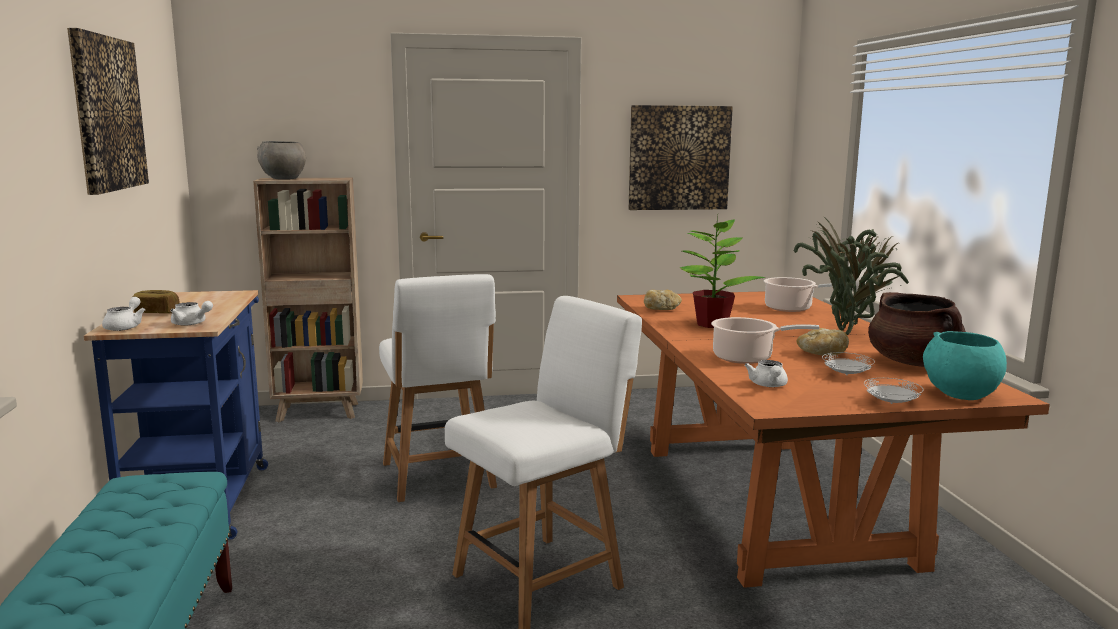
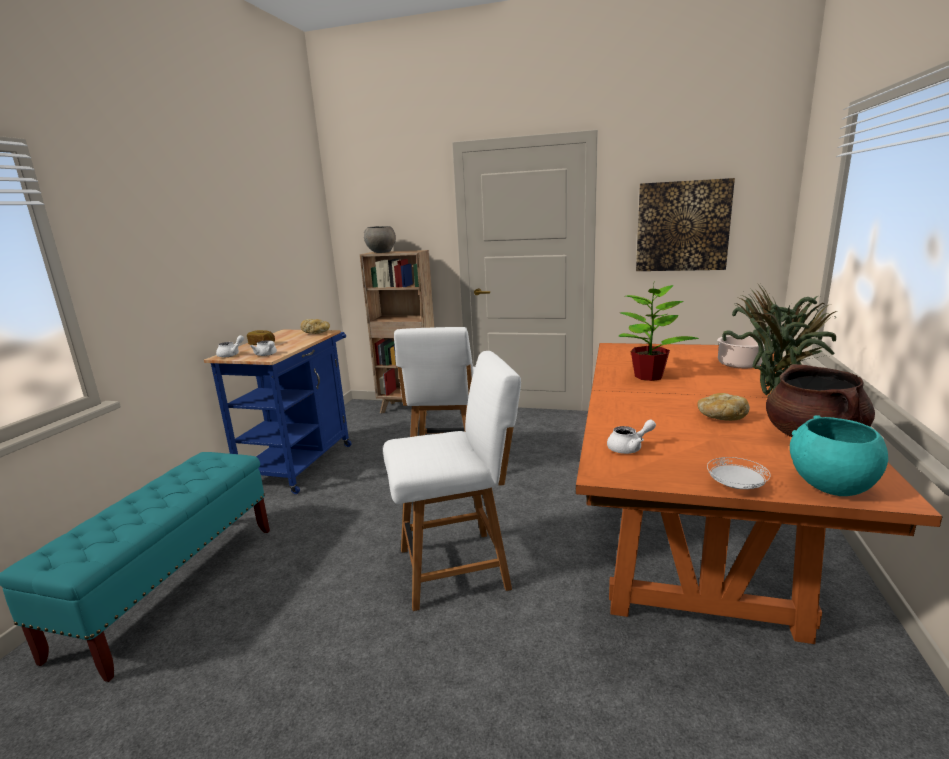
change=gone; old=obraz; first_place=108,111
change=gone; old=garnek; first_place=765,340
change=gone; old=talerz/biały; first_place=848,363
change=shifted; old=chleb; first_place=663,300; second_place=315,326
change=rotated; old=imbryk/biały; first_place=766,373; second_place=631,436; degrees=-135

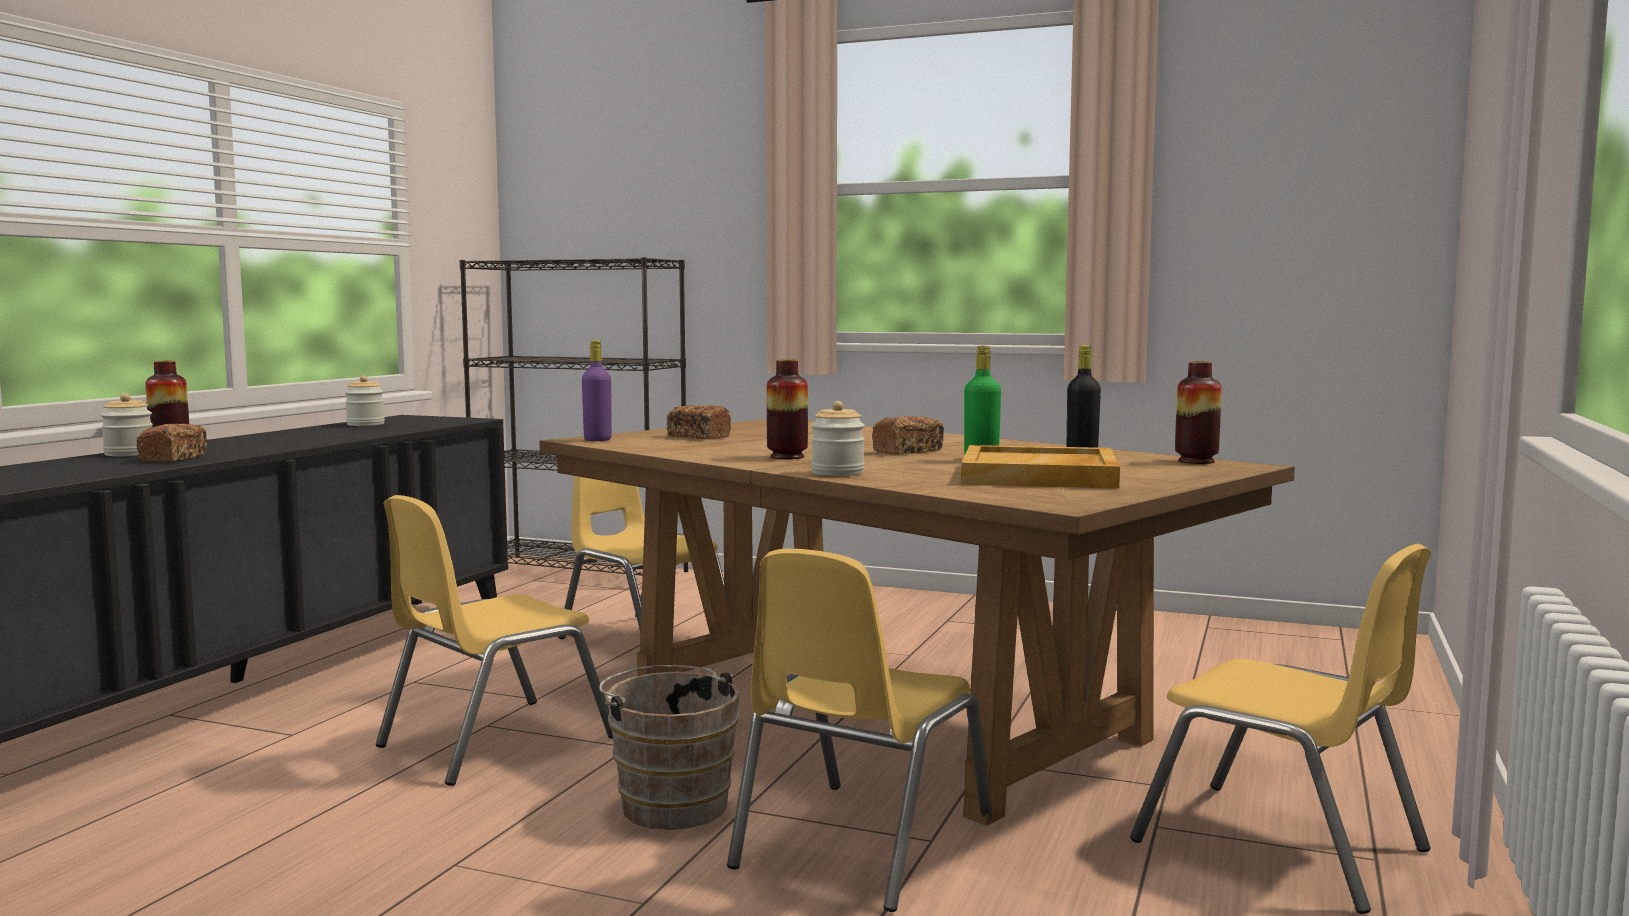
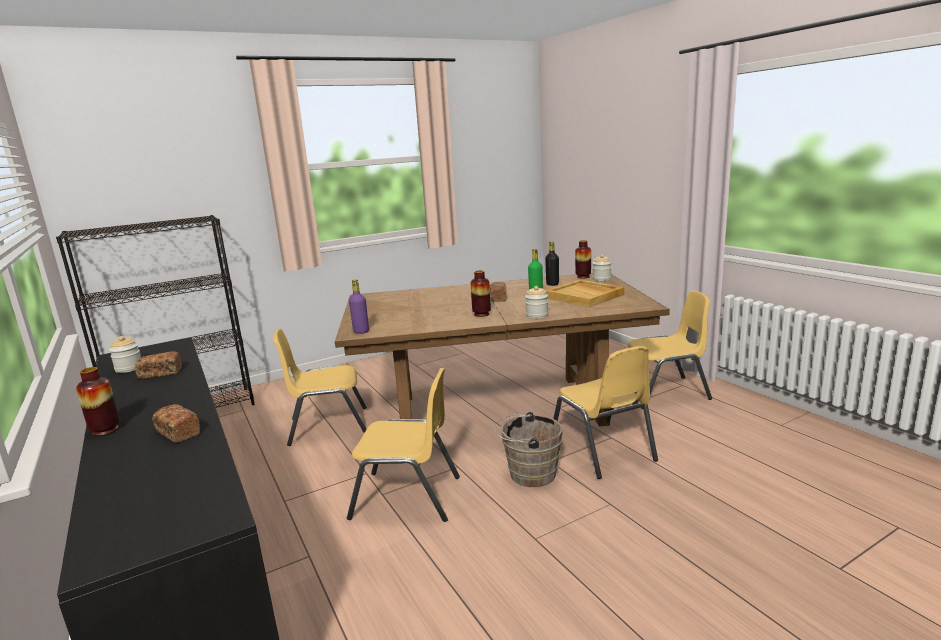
change=shifted; old=słoik; first_place=127,424; second_place=602,267
change=shifted; old=chleb; first_place=699,422; second_place=158,365
change=rotated; old=krzesło/żółty; first_place=494,640; second_place=403,445; degrees=-75

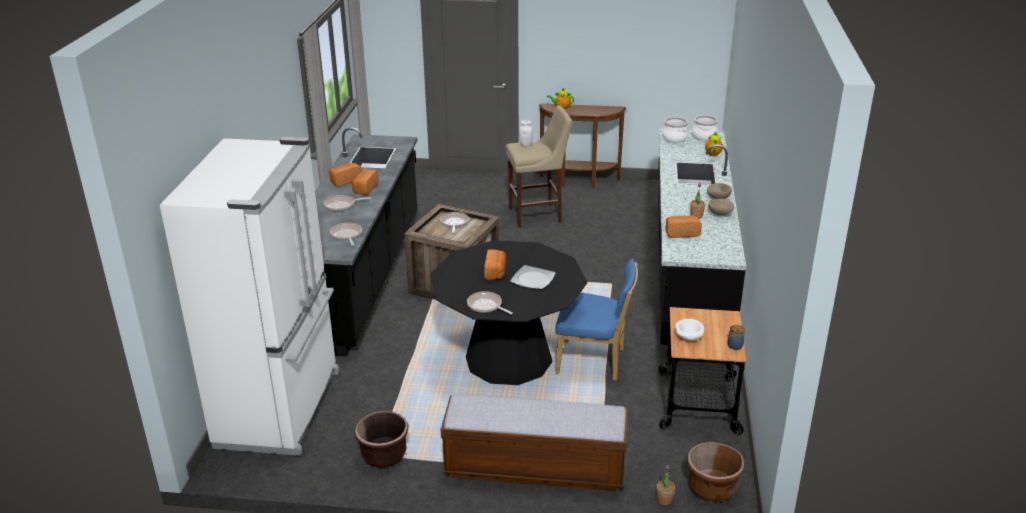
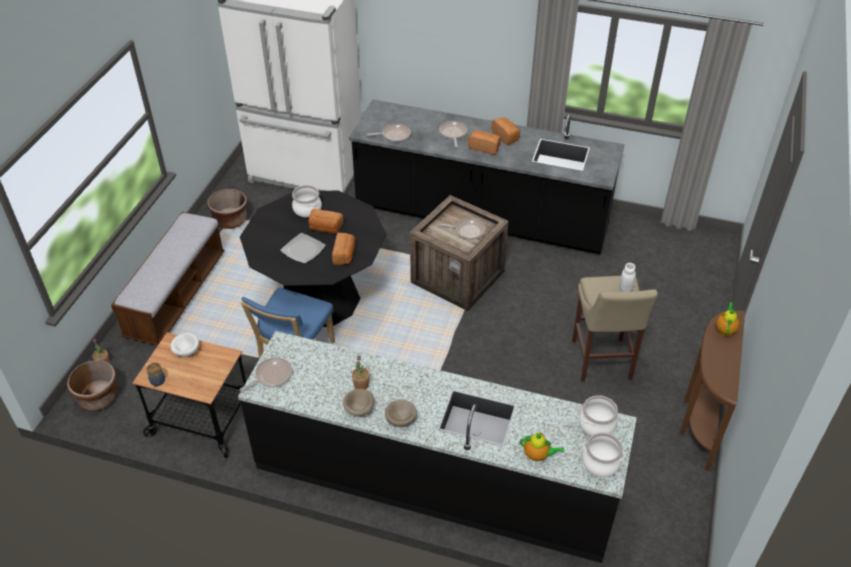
change=new; new=garnek; second_place=307,201
change=shifted; old=patelnia; first_place=490,302; second_place=266,374
change=shifted; old=chleb; first_place=684,226; second_place=343,248

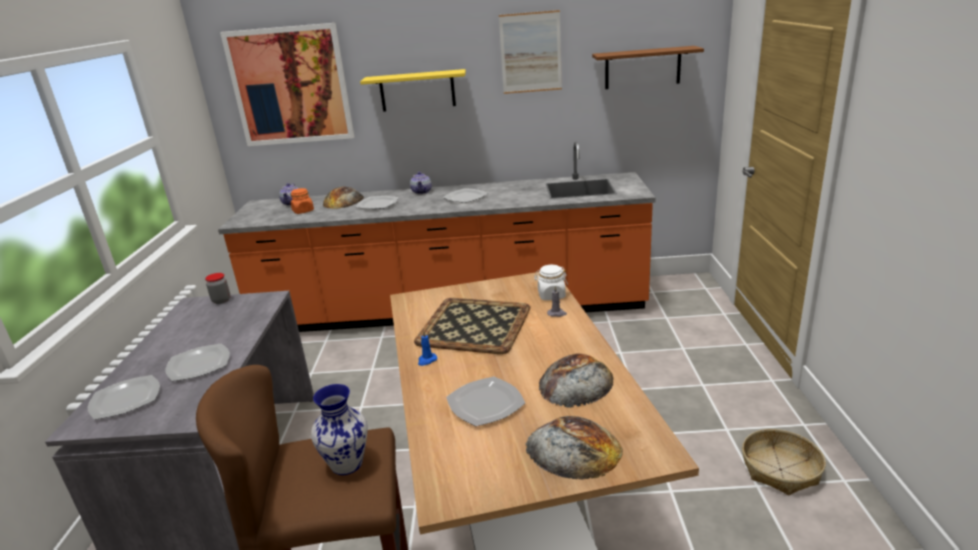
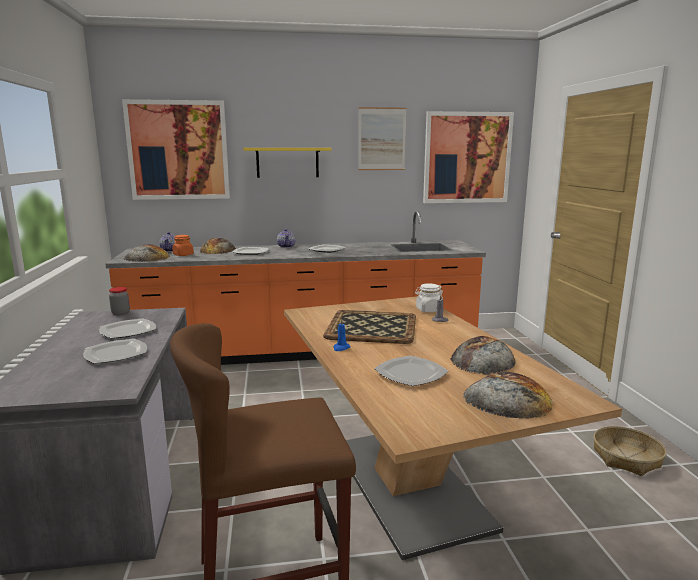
change=gone; old=wazon; first_place=339,429
change=new; new=chleb; second_place=147,253
change=shifted; old=talerz; first_place=124,397; second_place=127,328
change=swapped; old=półka/brązowy; new=obraz; first_place=648,67; second_place=468,157

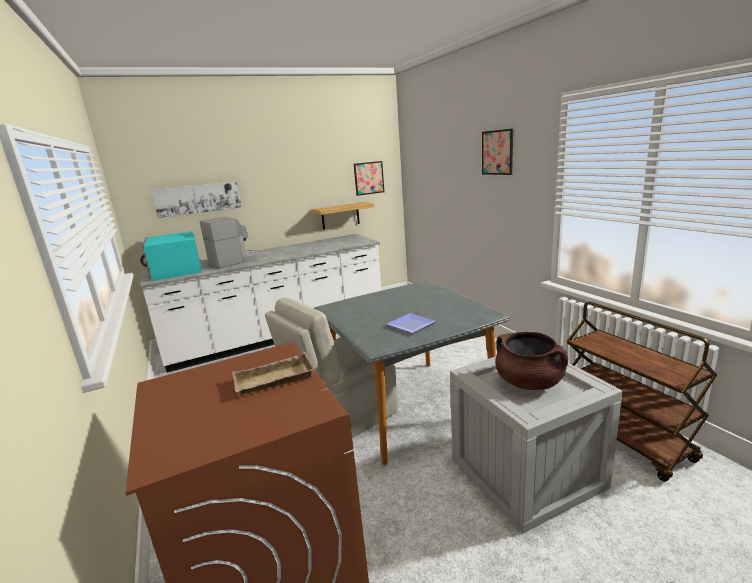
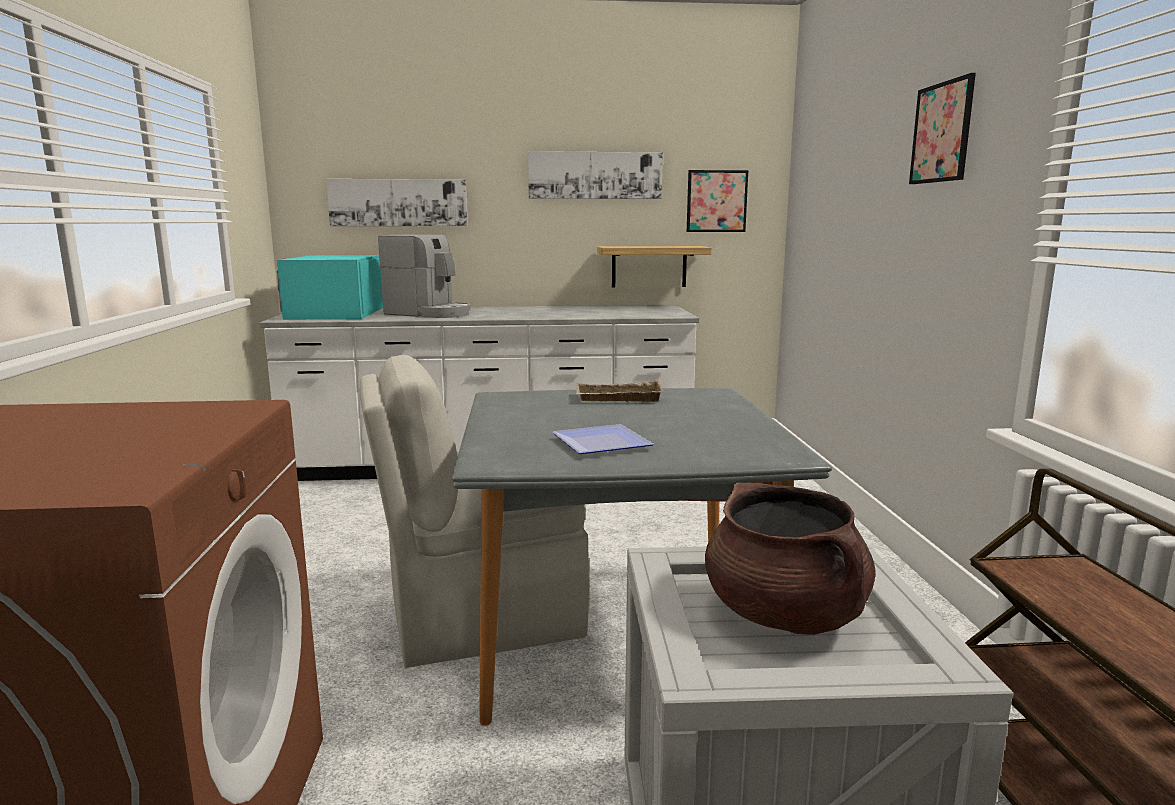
change=new; new=obraz; second_place=595,175
change=shifted; old=taca/beżowy; first_place=273,373; second_place=619,391
change=rotated; old=ekspres do kawy; first_place=229,242; second_place=424,276; degrees=45

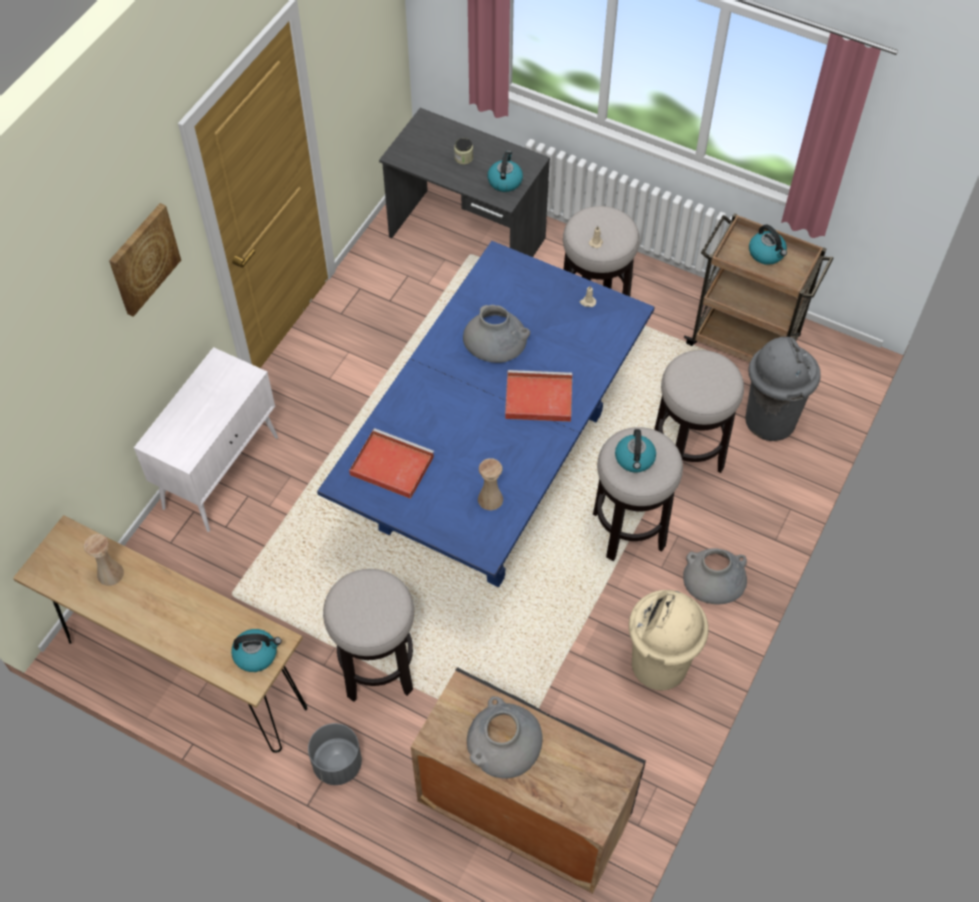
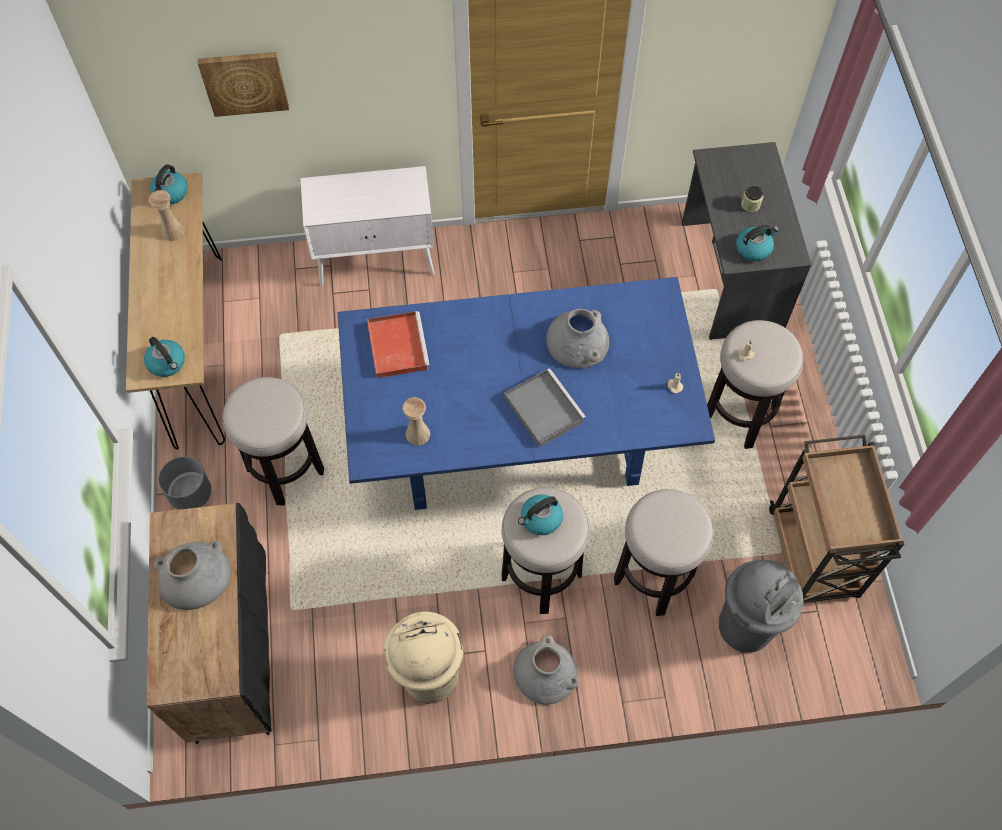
change=shifted; old=obraz; first_place=145,260; second_place=243,84
change=shifted; old=czajnik; first_place=768,245; second_place=169,185
change=repainted; old=taca/czerwony; new=taca/szary; first_place=538,396; second_place=545,407

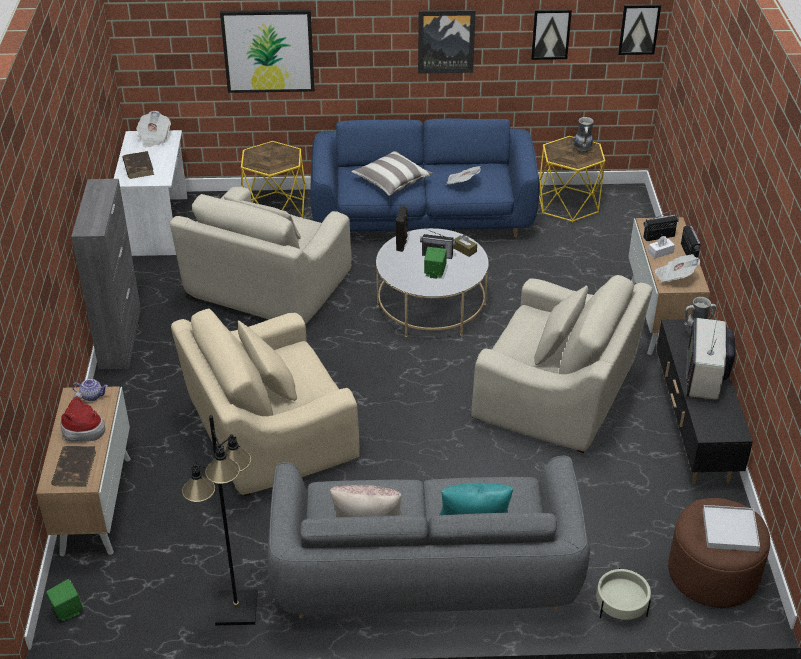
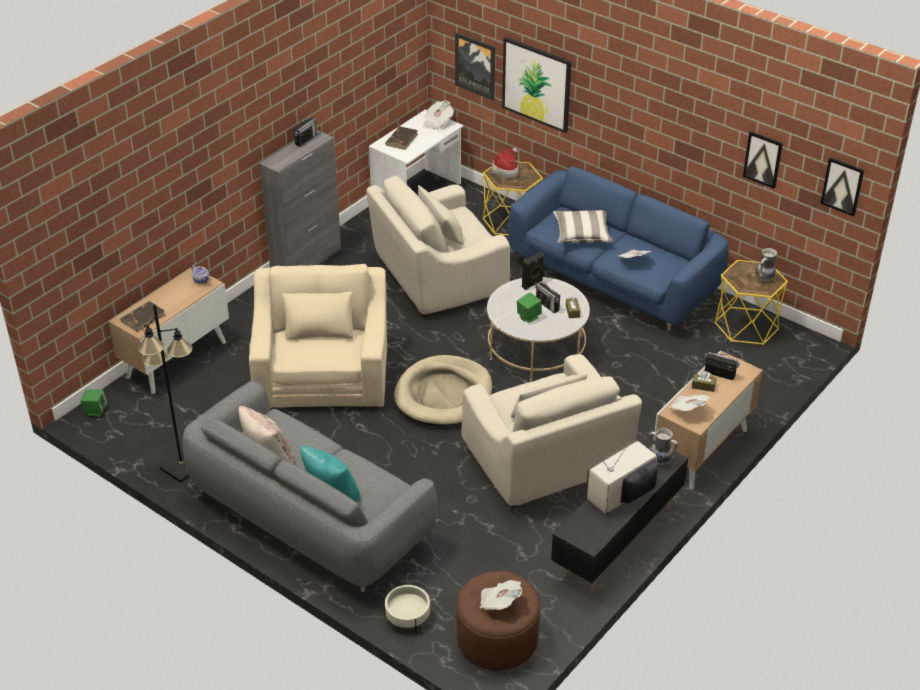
change=new; new=legowisko/beżowy; second_place=443,390
change=shifted; old=kapelusz; first_place=82,417; second_place=505,163
change=shifted; old=obraz; first_place=447,42; second_place=475,66
change=shifted; old=radio; first_place=691,241; second_place=305,132
change=swapped; old=taca/biały; new=gazeta; first_place=731,528; second_place=501,595
change=repainted; old=pudełko chusteczek/biały; new=pudełko chusteczek/brązowy; first_place=661,247; second_place=704,381
change=rotated; old=fotel/beżowy; first_place=265,402; second_place=318,336; degrees=75

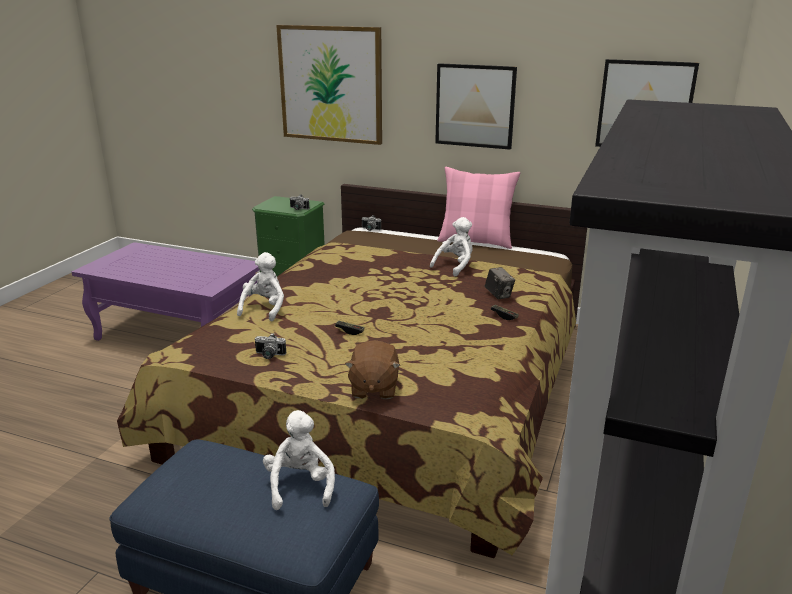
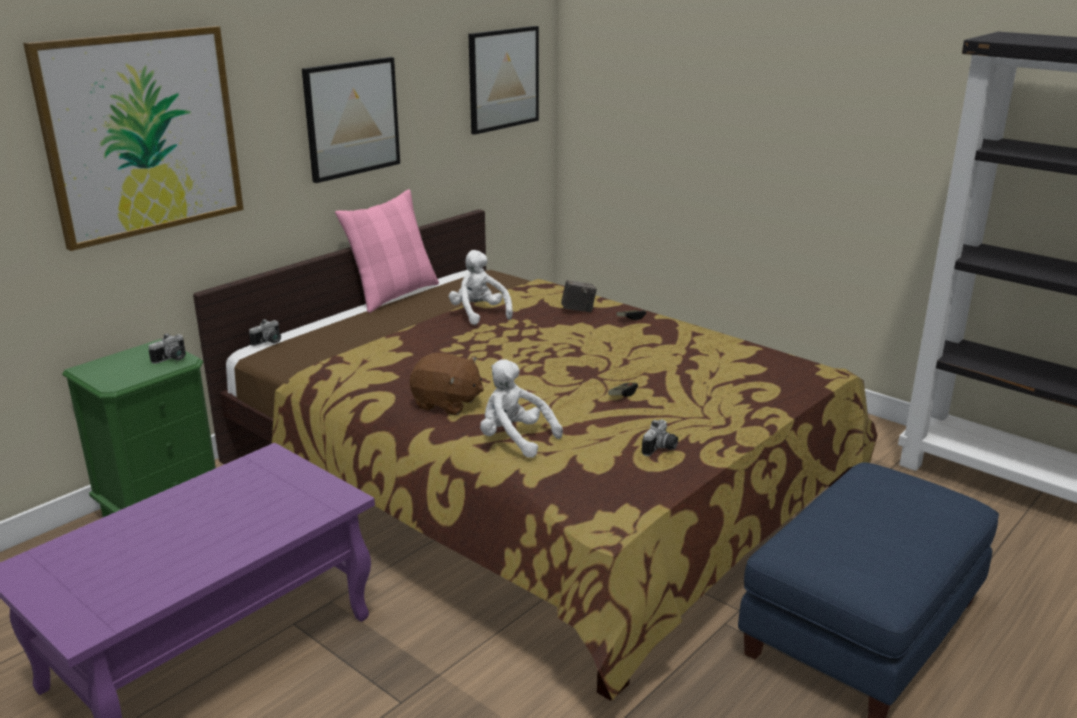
change=gone; old=pluszak/biały; first_place=299,460
change=shifted; old=pluszak/brązowy; first_place=373,369; second_place=447,384

